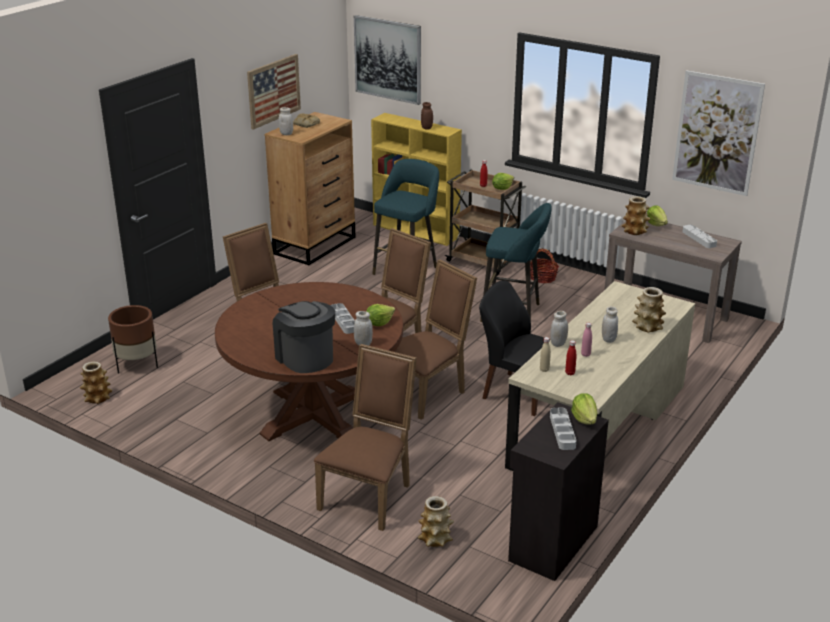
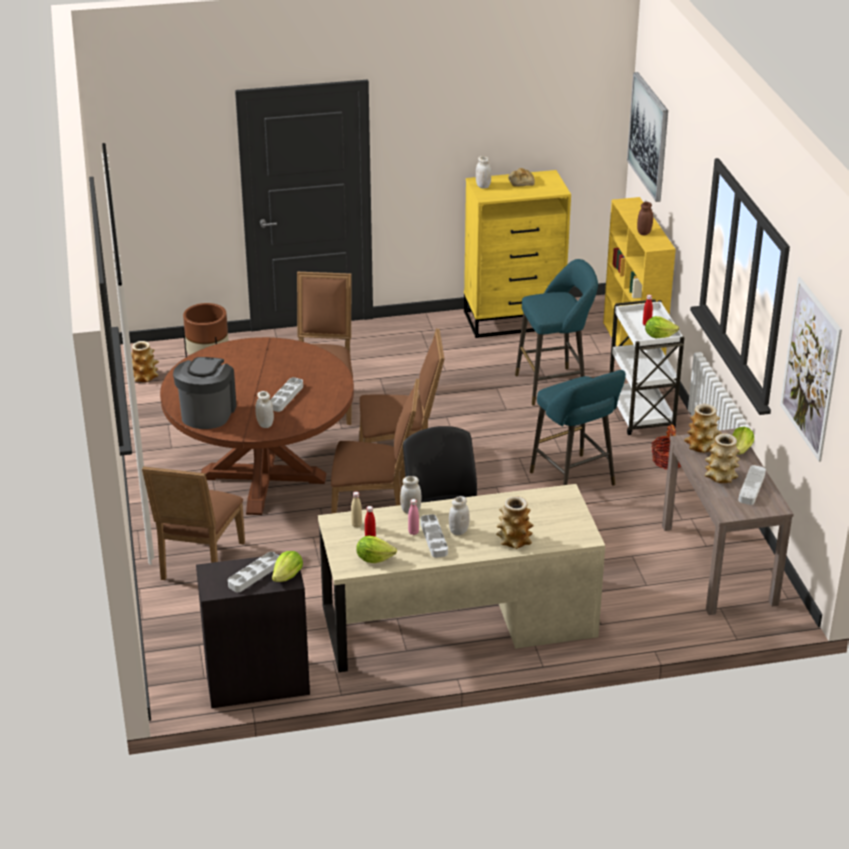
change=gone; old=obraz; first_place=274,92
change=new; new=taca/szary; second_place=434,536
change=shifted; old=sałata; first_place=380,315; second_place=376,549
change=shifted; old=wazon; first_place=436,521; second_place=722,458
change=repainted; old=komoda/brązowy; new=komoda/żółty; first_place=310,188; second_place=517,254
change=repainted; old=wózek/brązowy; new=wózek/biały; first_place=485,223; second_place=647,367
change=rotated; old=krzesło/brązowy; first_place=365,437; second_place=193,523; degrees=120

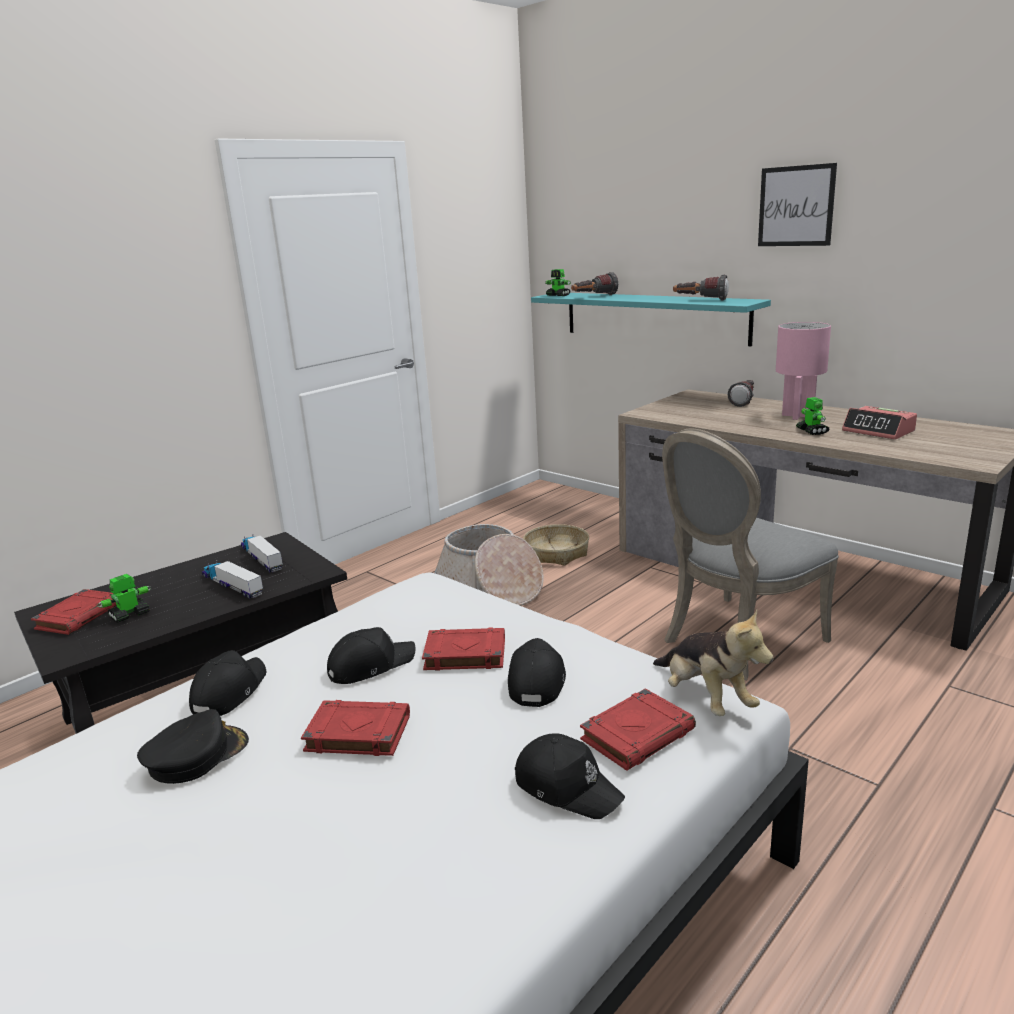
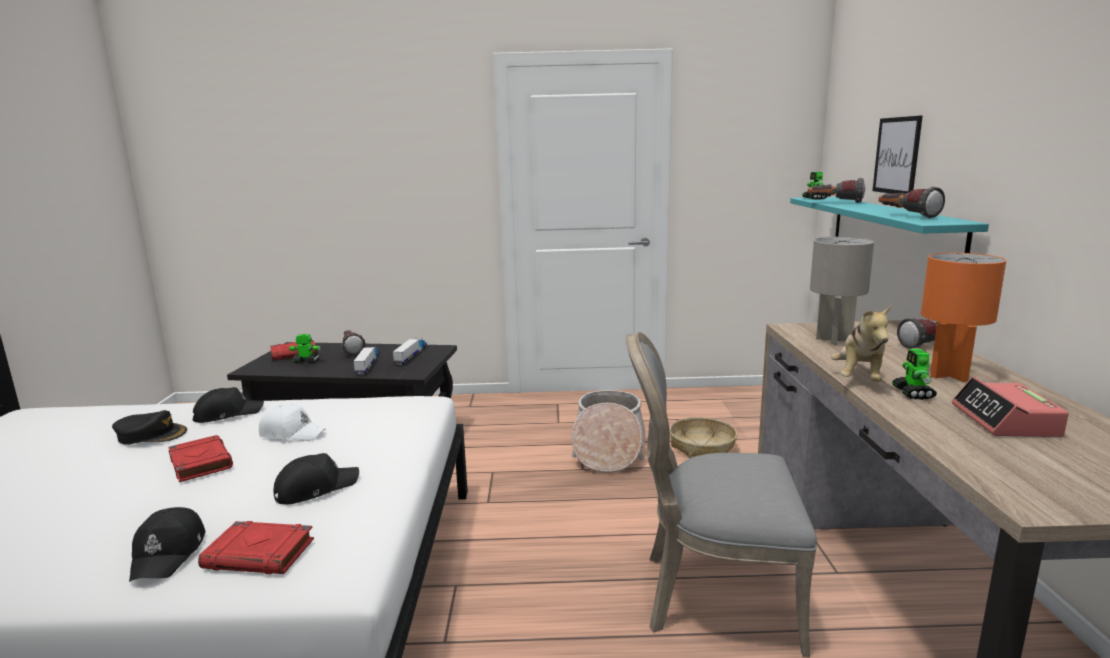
change=gone; old=książka/czerwony; first_place=463,649
change=new; new=latarka; second_place=354,342
change=new; new=lampa stołowa/szary; second_place=842,291
change=shifted; old=pluszak; first_place=713,662; second_place=861,344
change=shifted; old=obraz; first_place=797,204; second_place=898,154
change=repainted; old=czapka z daszkiem/czarny; new=czapka z daszkiem/biały; first_place=371,655; second_place=292,422
change=repainted; old=lampa stołowa/różowy; new=lampa stołowa/pomarańczowy; first_place=803,371; second_place=963,317
change=rotated; old=robot zabawkowy; first_place=812,416; second_place=914,374; degrees=150

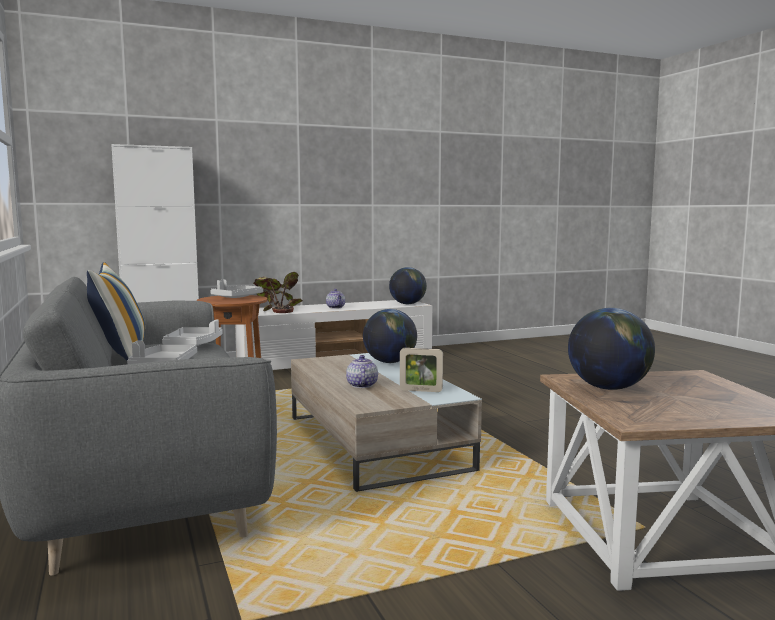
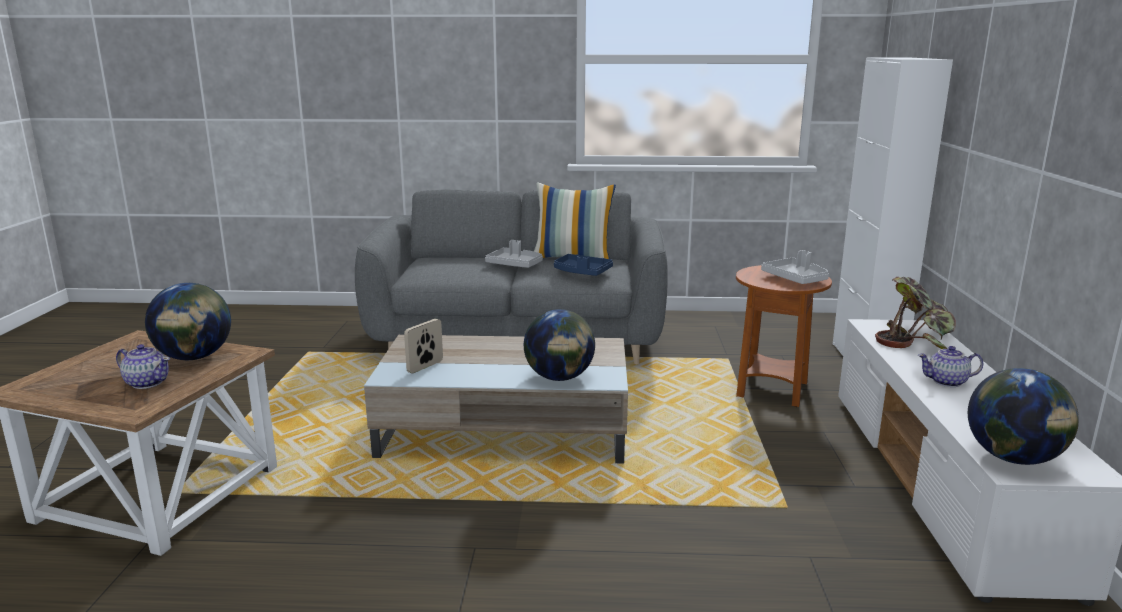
change=shifted; old=imbryk; first_place=362,371; second_place=143,366
change=repainted; old=taca/biały; new=taca/niebieski; first_place=192,333; second_place=583,265

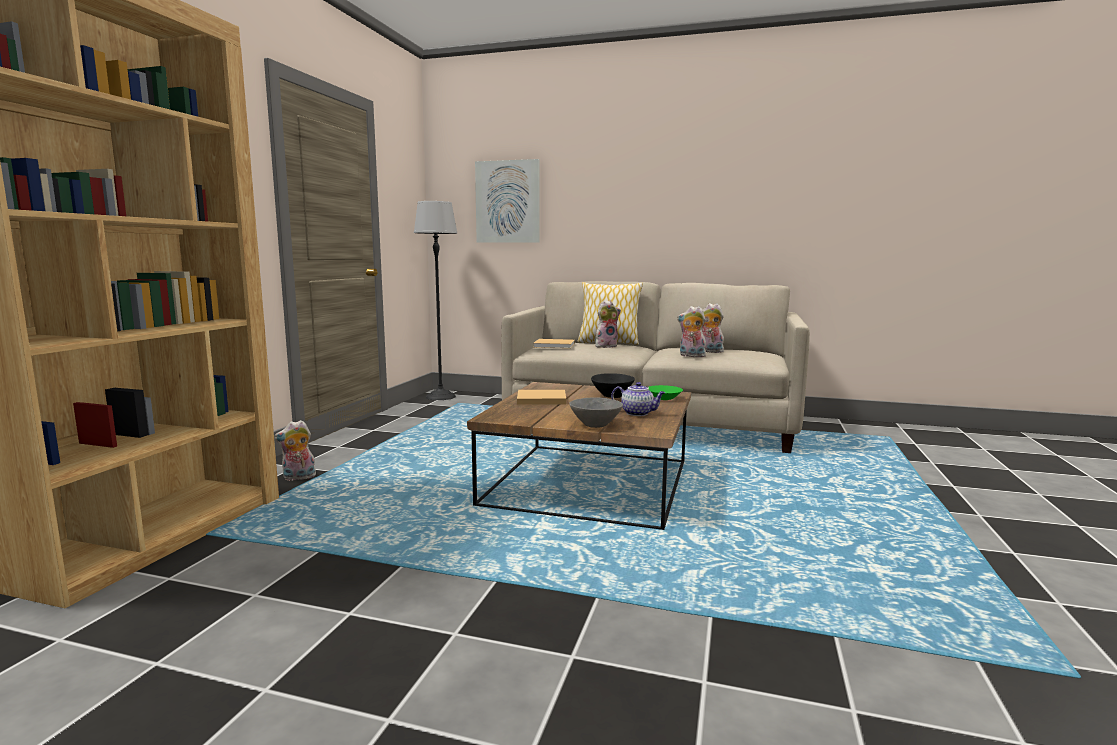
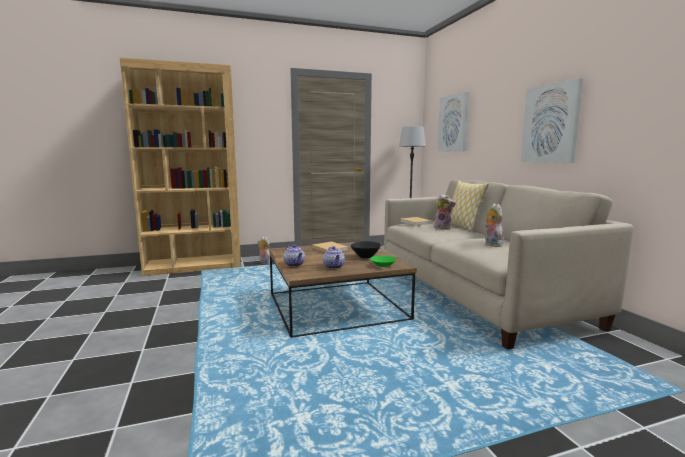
change=gone; old=pluszak; first_place=691,331
change=new; new=obraz; second_place=552,120
change=swapped; old=miska/szary; new=imbryk; first_place=596,412; second_place=294,256

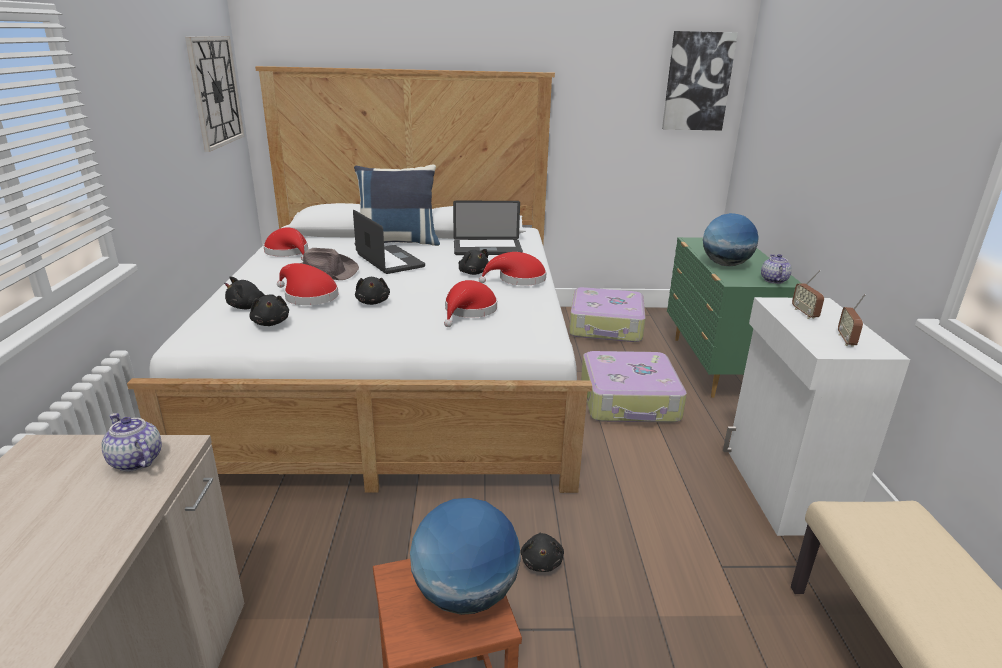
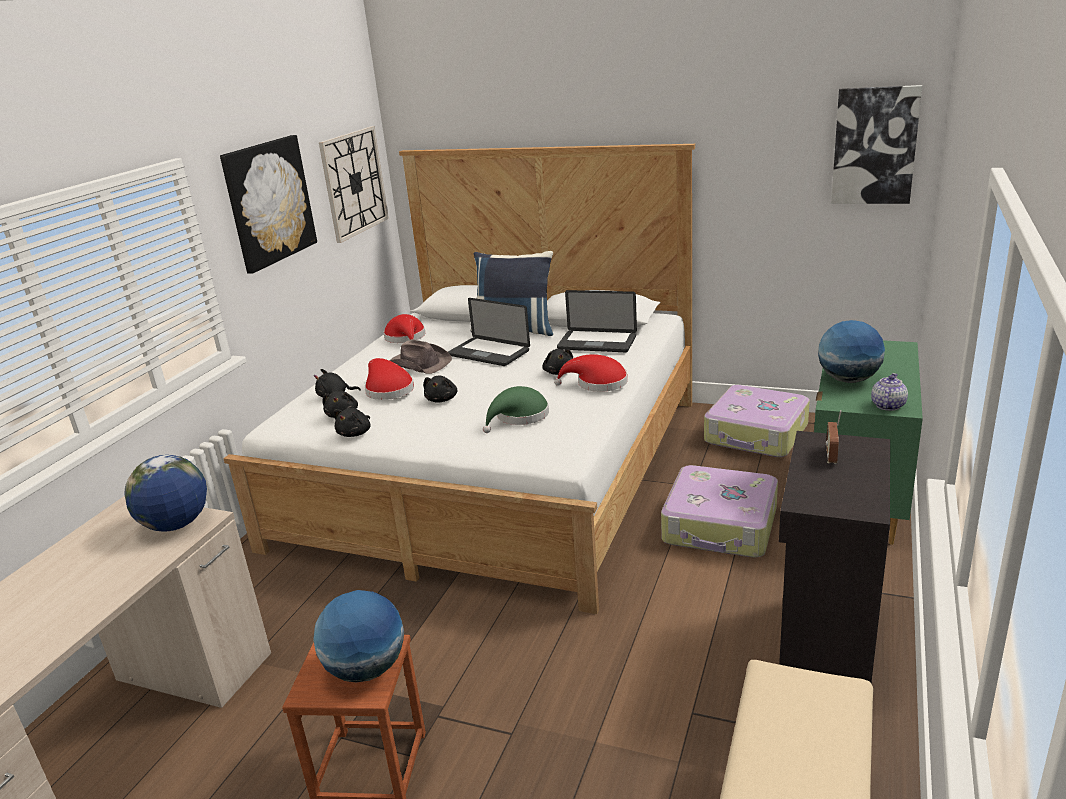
change=gone; old=radio; first_place=852,320
change=new; new=obraz; second_place=268,204
change=shifted; old=pluszak/czarny; first_place=542,552; second_place=352,422
change=swapped; old=imbryk; new=globus; first_place=131,442; second_place=165,493
change=repainted; old=kapelusz/czerwony; new=kapelusz/zielony; first_place=470,303; second_place=516,409
change=repainted; old=szafka/biały; new=szafka/czarny; first_place=816,416; second_place=834,556
change=rotated; old=laptop; first_place=389,242; second_place=489,332; degrees=135

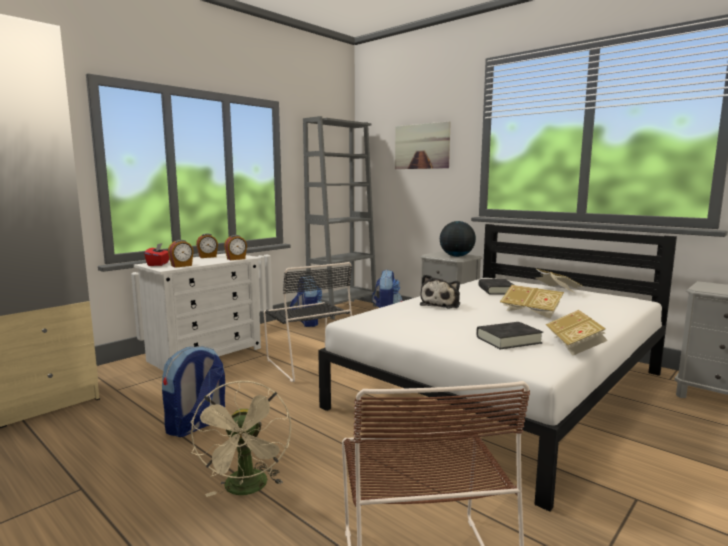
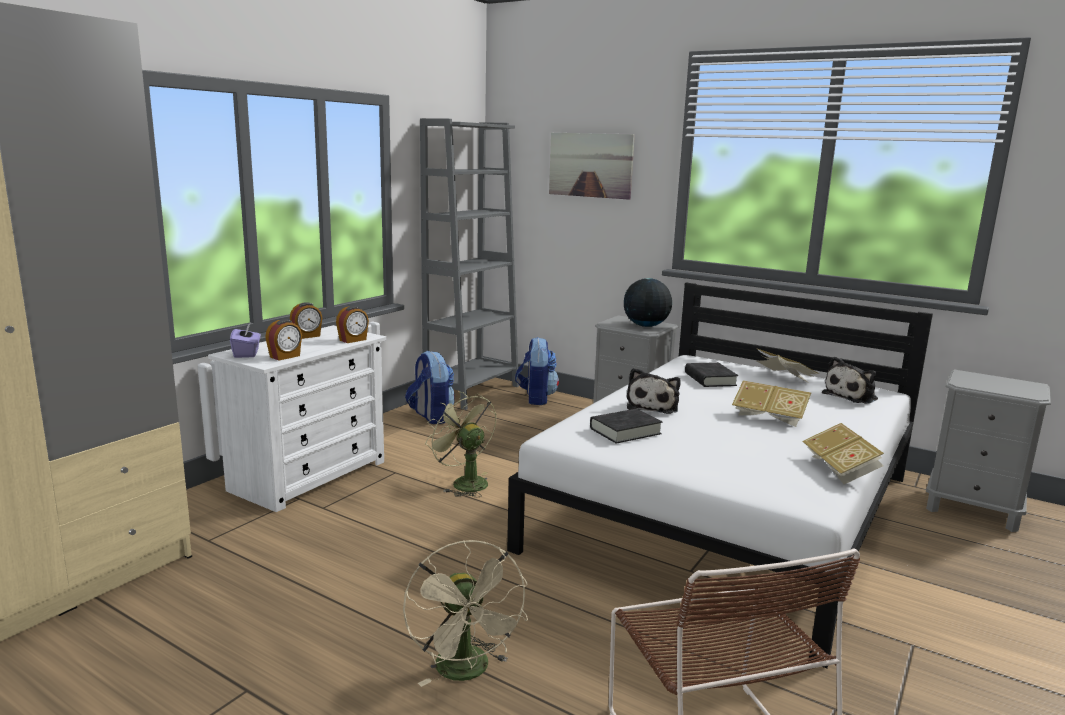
change=gone; old=plecak; first_place=193,391
change=new; new=pluszak; second_place=850,380
change=shifted; old=książka/czarny; first_place=509,335; second_place=626,426
change=swapped; old=krzesło/czarny; new=wentylator/zielony; first_place=308,322; second_place=460,444
change=repainted; old=pudełko chusteczek/czerwony; new=pudełko chusteczek/fioletowy; first_place=156,254; second_place=245,340

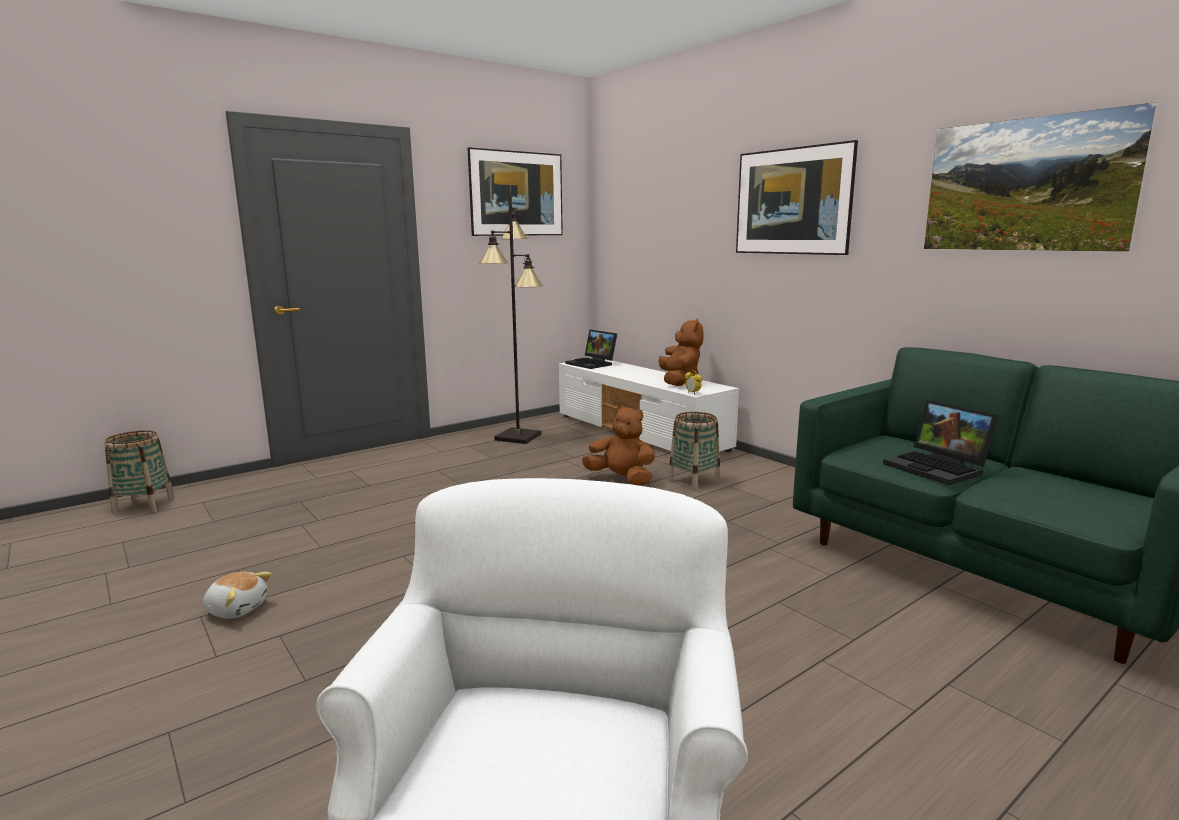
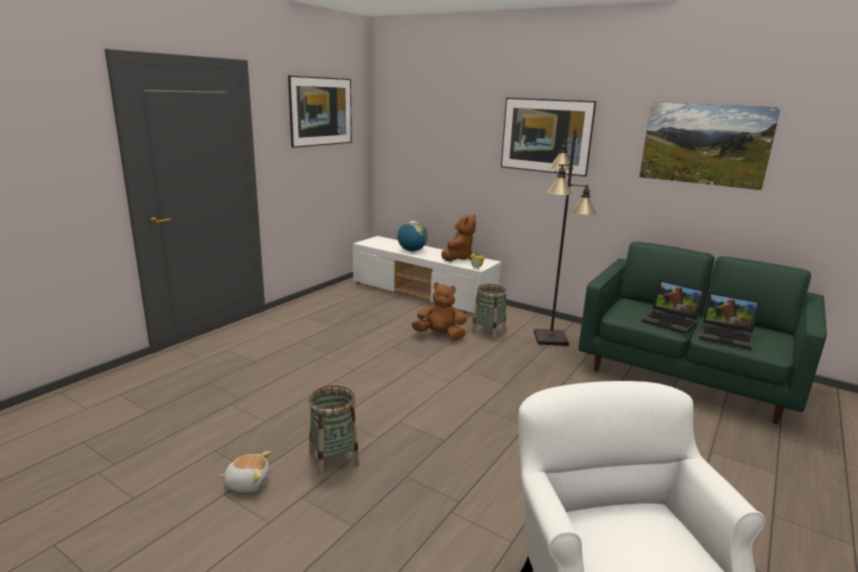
change=new; new=globus; second_place=412,236
change=shifted; old=koszyk; first_place=139,472; second_place=334,430
change=shifted; old=lampa stojąca/czarny; first_place=511,318; second_place=565,237
change=shifted; old=laptop; first_place=591,349; second_place=729,321
change=rotated; old=pluszak/brązowy; first_place=681,352; second_place=458,237; degrees=45

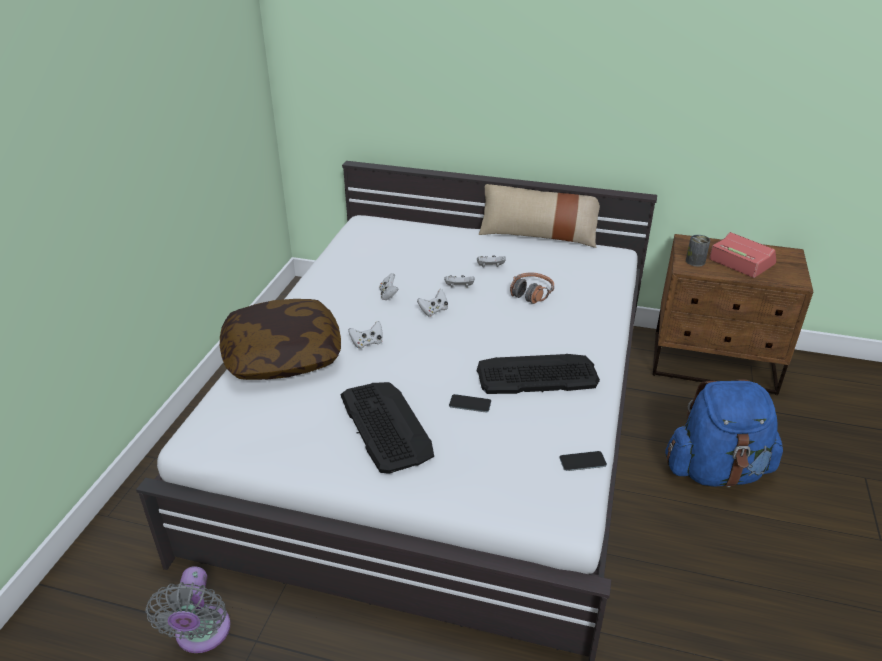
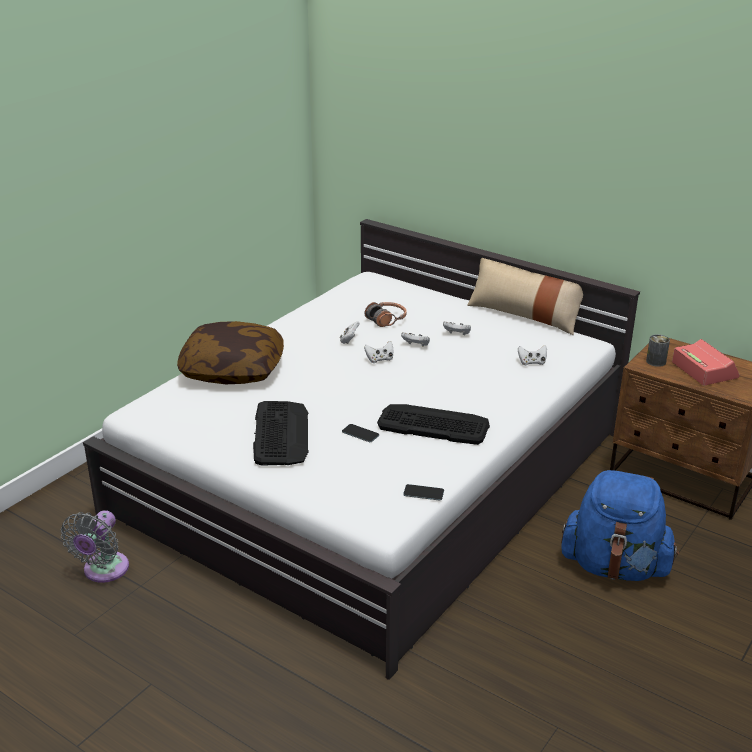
change=shifted; old=pad do gier/biały; first_place=365,335; second_place=532,355
change=shifted; old=słuchawki; first_place=532,288; second_place=385,314

